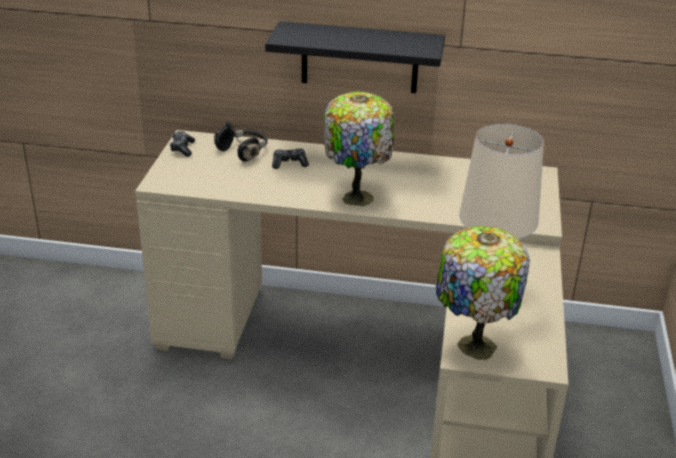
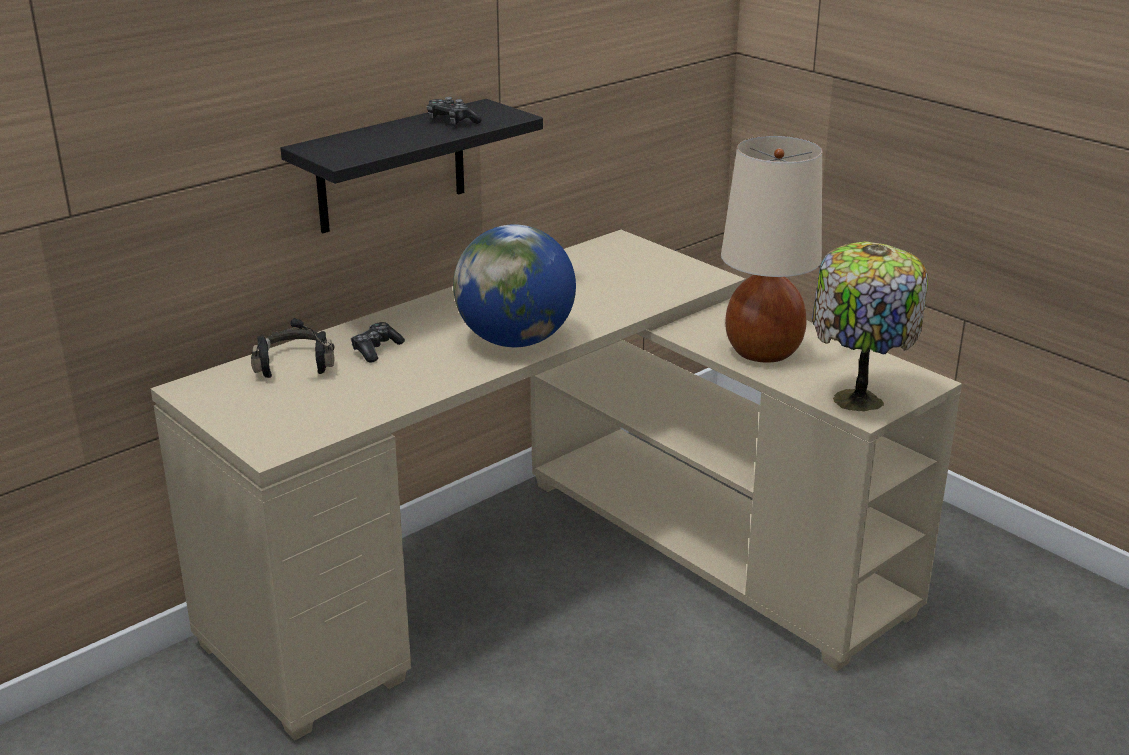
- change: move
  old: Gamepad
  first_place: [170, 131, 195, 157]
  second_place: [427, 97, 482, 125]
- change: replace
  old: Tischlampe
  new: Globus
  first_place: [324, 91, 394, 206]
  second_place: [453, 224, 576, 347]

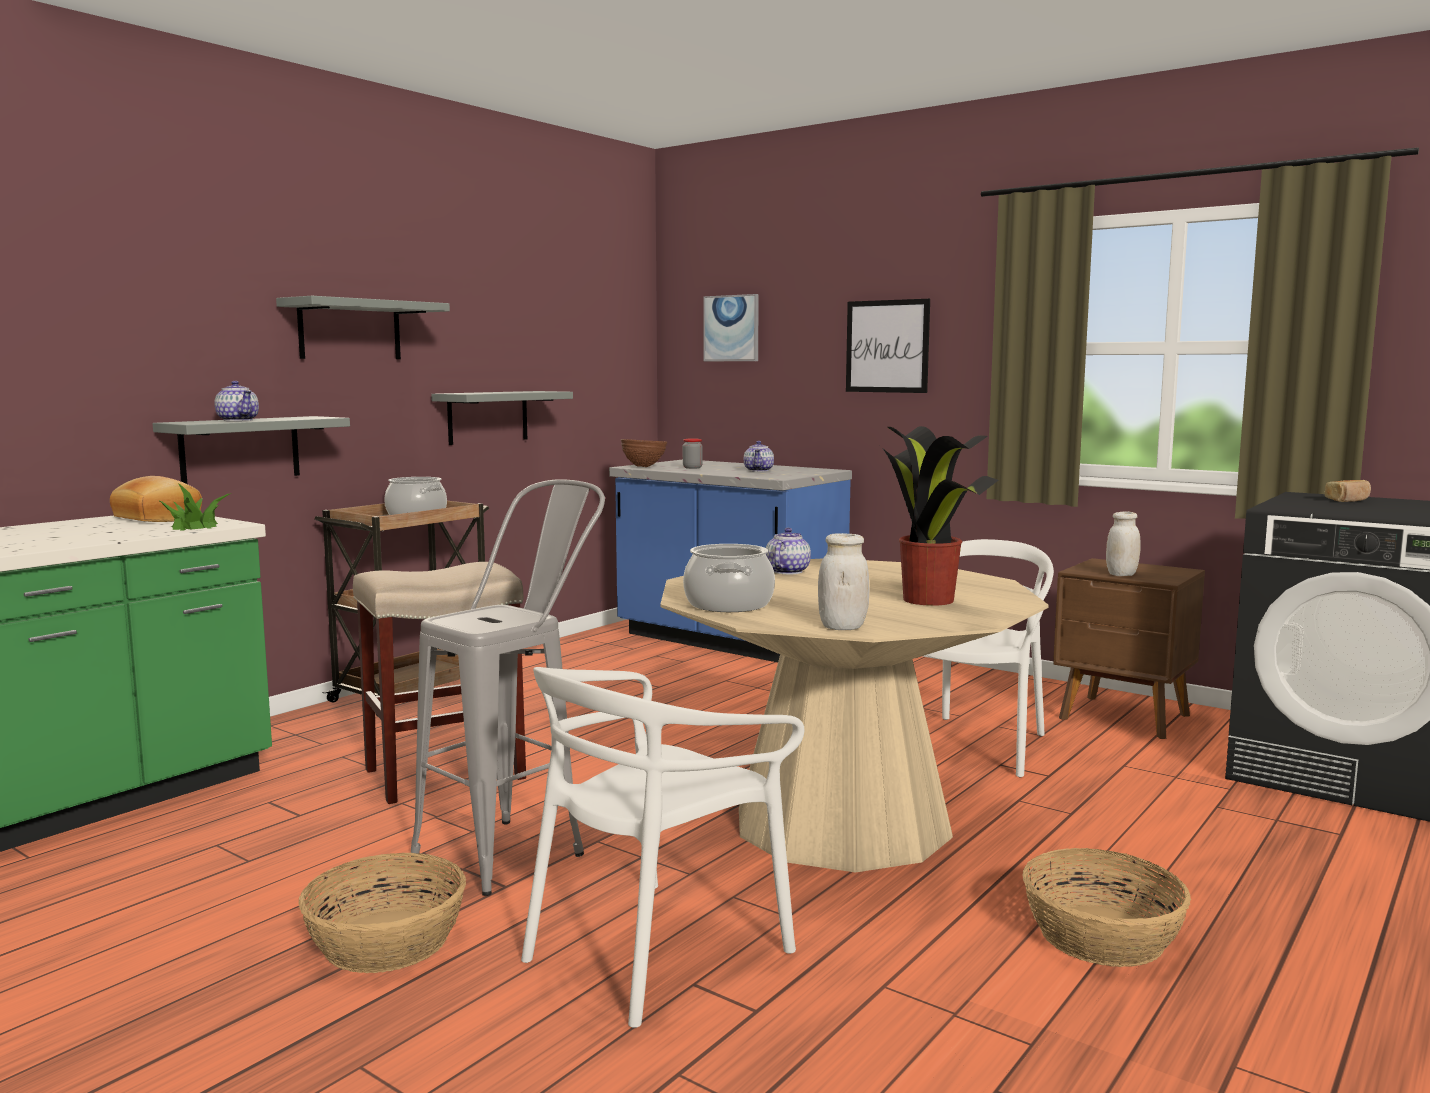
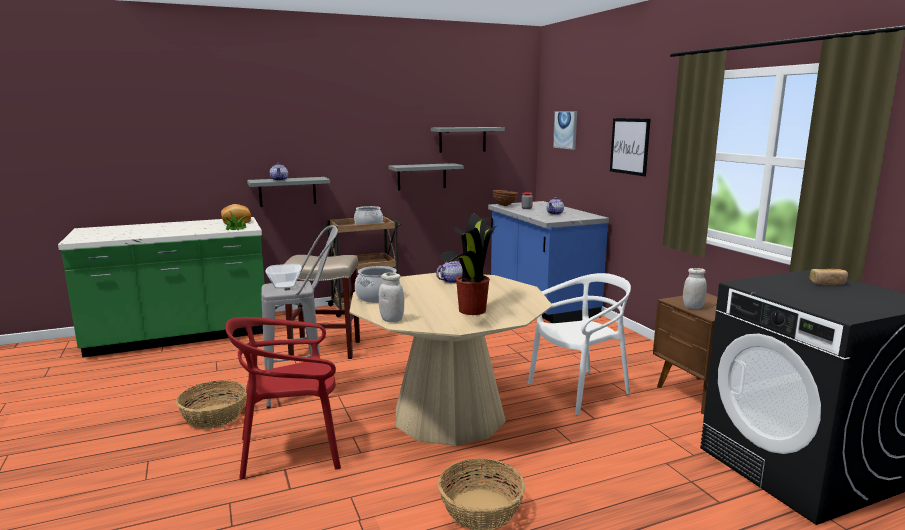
- change: move
  old: Wandregal (grau)
  first_place: [276, 296, 450, 359]
  second_place: [431, 127, 505, 153]
- change: recolor
  old: Stuhl (weiß)
  new: Stuhl (rot)
  first_place: [521, 667, 804, 1028]
  second_place: [226, 317, 341, 479]
- change: insert
  new: Schüssel
  second_place: [266, 264, 302, 289]

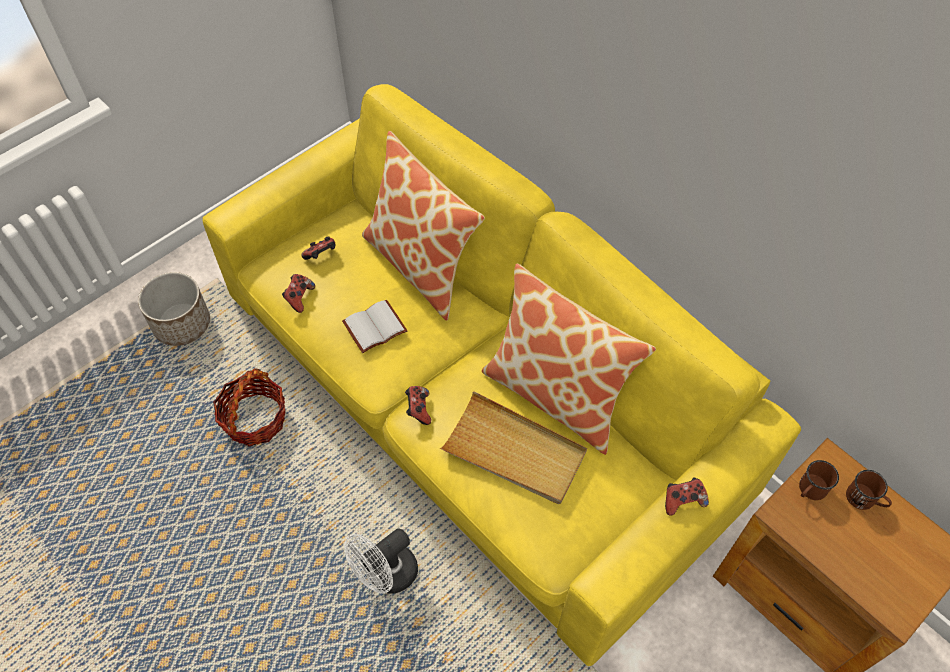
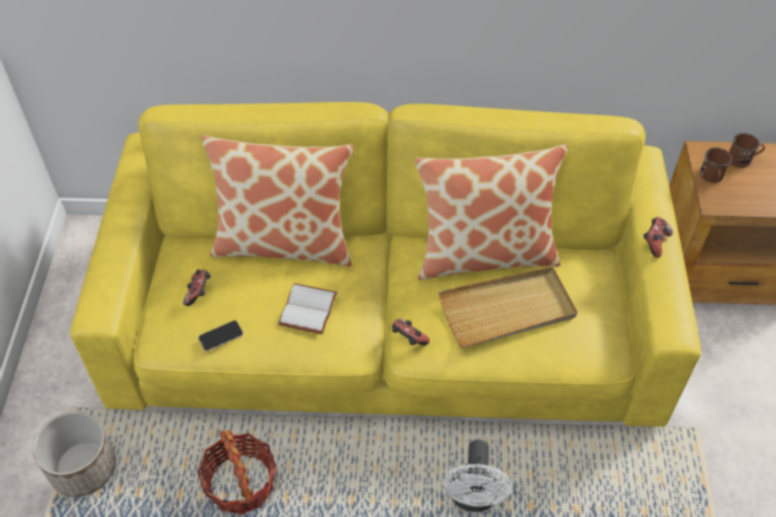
- change: replace
  old: Gamepad
  new: Handy
  first_place: [282, 274, 315, 313]
  second_place: [198, 320, 243, 351]

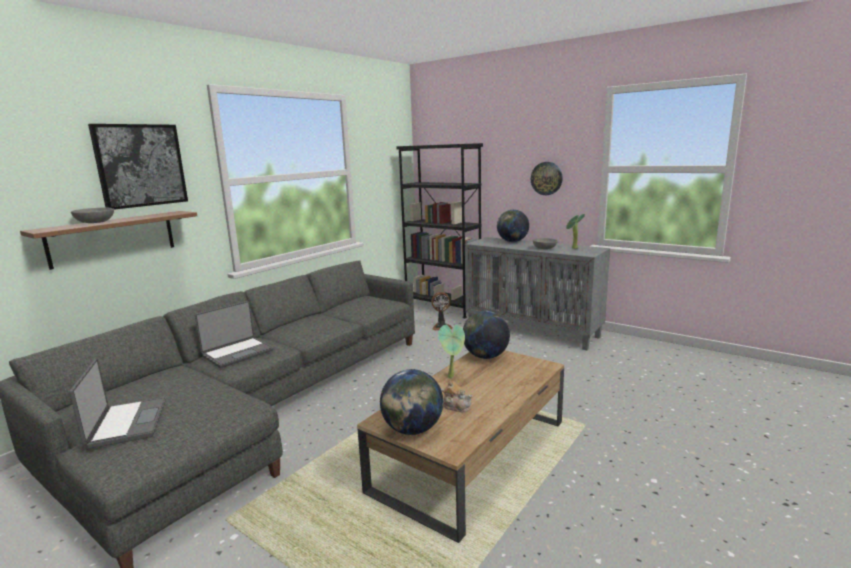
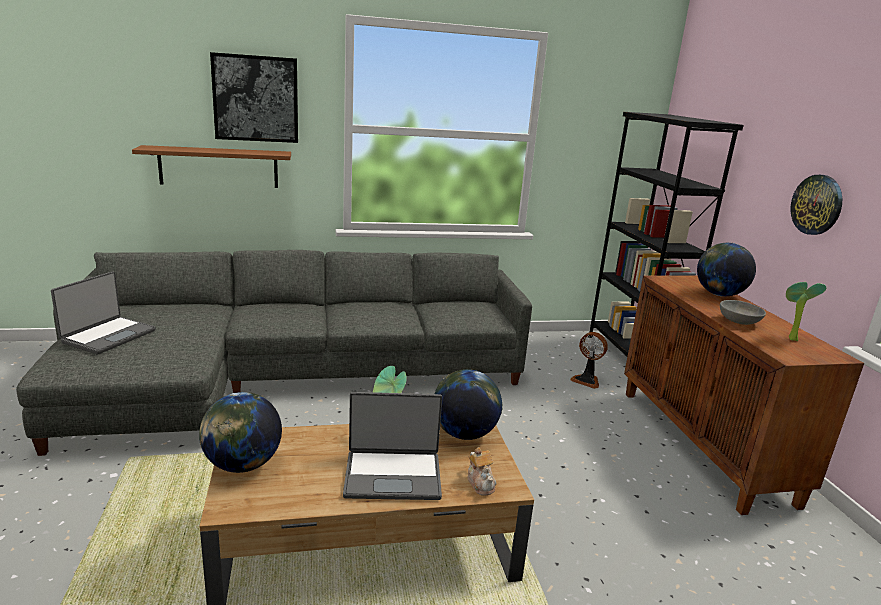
- change: delete
  old: Schüssel (grau)
  first_place: [71, 207, 114, 223]
- change: move
  old: Laptop
  first_place: [195, 301, 273, 368]
  second_place: [343, 392, 442, 500]
- change: move
  old: Teekanne
  first_place: [441, 380, 473, 412]
  second_place: [468, 447, 496, 496]
- change: recolor
  old: Schrank (grau)
  new: Schrank (braun)
  first_place: [465, 237, 610, 350]
  second_place: [624, 275, 864, 515]

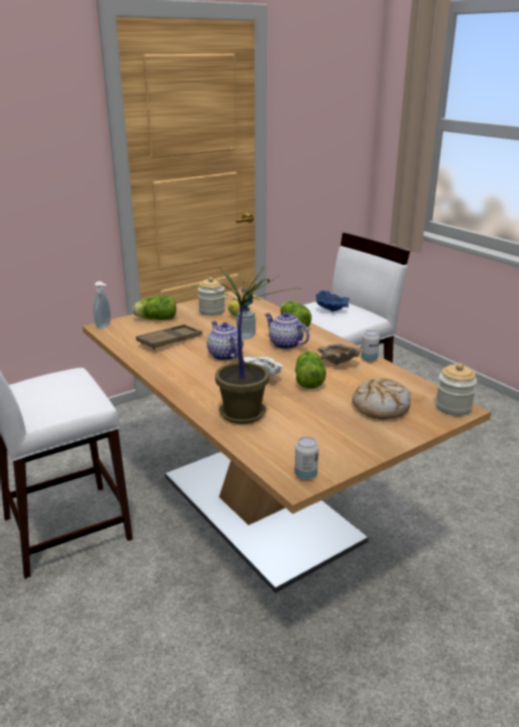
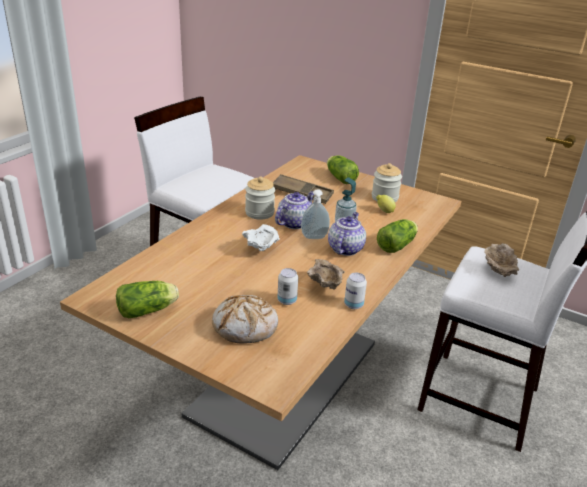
- change: move
  old: Seifenspender
  first_place: [93, 281, 111, 329]
  second_place: [301, 189, 330, 239]
- change: delete
  old: Topfpflanze
  first_place: [189, 265, 301, 424]
- change: move
  old: Salatkopf
  first_place: [295, 351, 326, 389]
  second_place: [116, 281, 179, 318]
- change: move
  old: Dose
  first_place: [295, 437, 319, 480]
  second_place: [277, 268, 298, 305]
- change: recolor
  old: Schüssel (blau)
  new: Schüssel (beige)
  first_place: [316, 290, 349, 312]
  second_place: [485, 243, 520, 277]
- change: move
  old: Vorratsglas
  first_place: [435, 363, 477, 416]
  second_place: [245, 176, 275, 220]

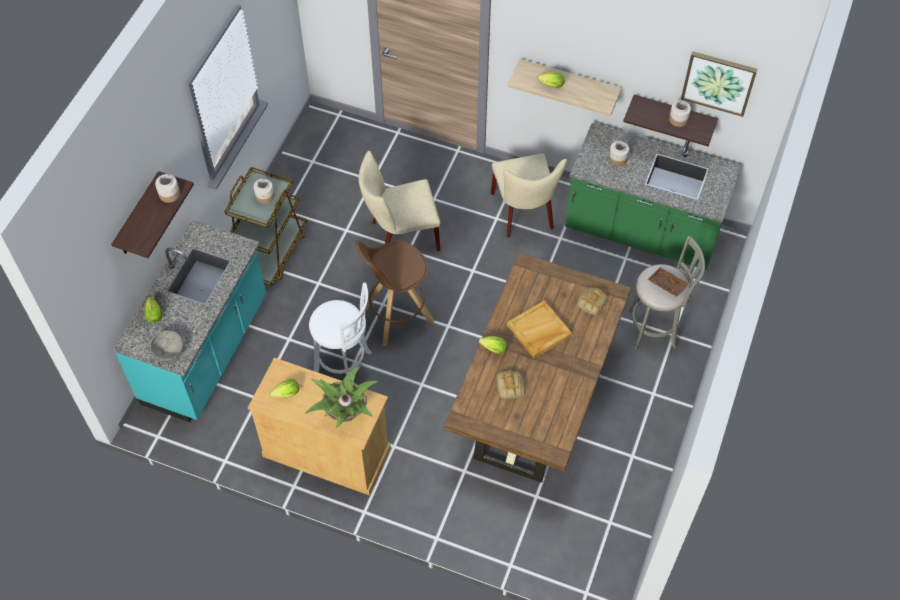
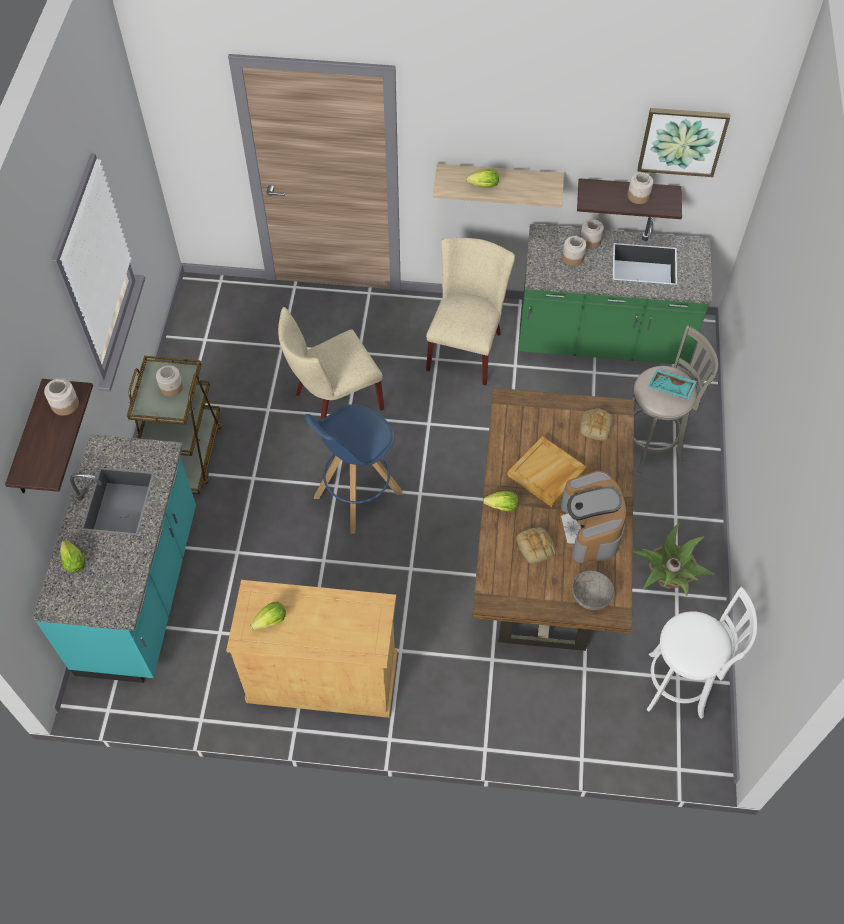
- change: move
  old: Schüssel (grau)
  first_place: [151, 331, 184, 361]
  second_place: [572, 570, 614, 610]
- change: move
  old: Topfpflanze
  first_place: [305, 364, 378, 428]
  second_place: [633, 523, 715, 596]
- change: move
  old: Hocker (weiß)
  first_place: [309, 282, 371, 375]
  second_place: [646, 586, 757, 719]
- change: recolor
  old: Hocker (braun)
  new: Hocker (blau)
  first_place: [355, 240, 435, 346]
  second_place: [305, 404, 403, 534]
- change: rotate
  old: Stuhl (beige)
  first_place: [491, 154, 567, 238]
  second_place: [426, 238, 515, 385]
  degrees: -135
- change: recolor
  old: Tablett (braun)
  new: Tablett (türkis)
  first_place: [647, 267, 689, 297]
  second_place: [648, 370, 697, 399]
- change: insert
  new: Kaffeemaschine
  second_place: [559, 471, 627, 563]
- change: insert
  new: Vorratsglas
  second_place: [580, 219, 604, 249]

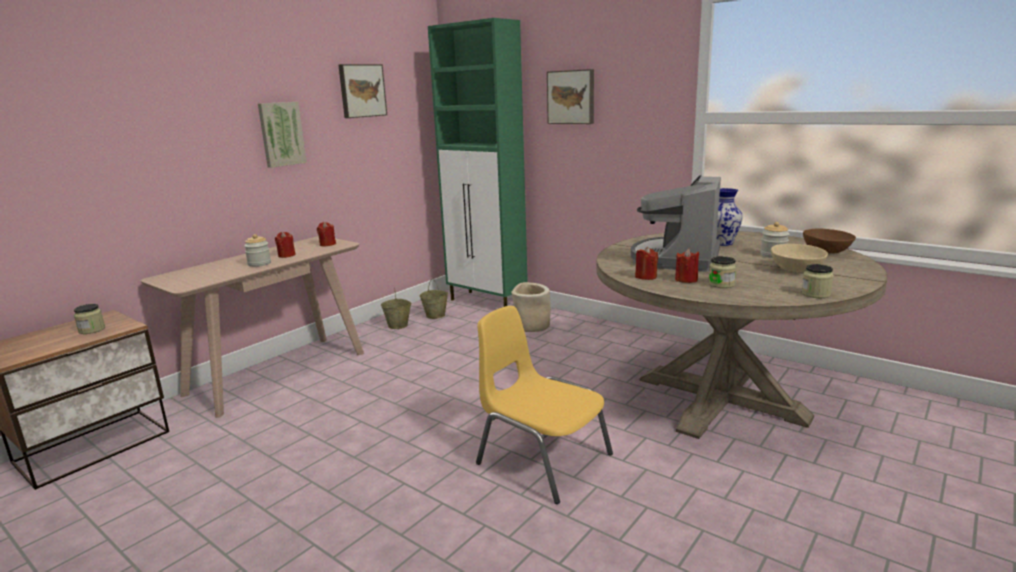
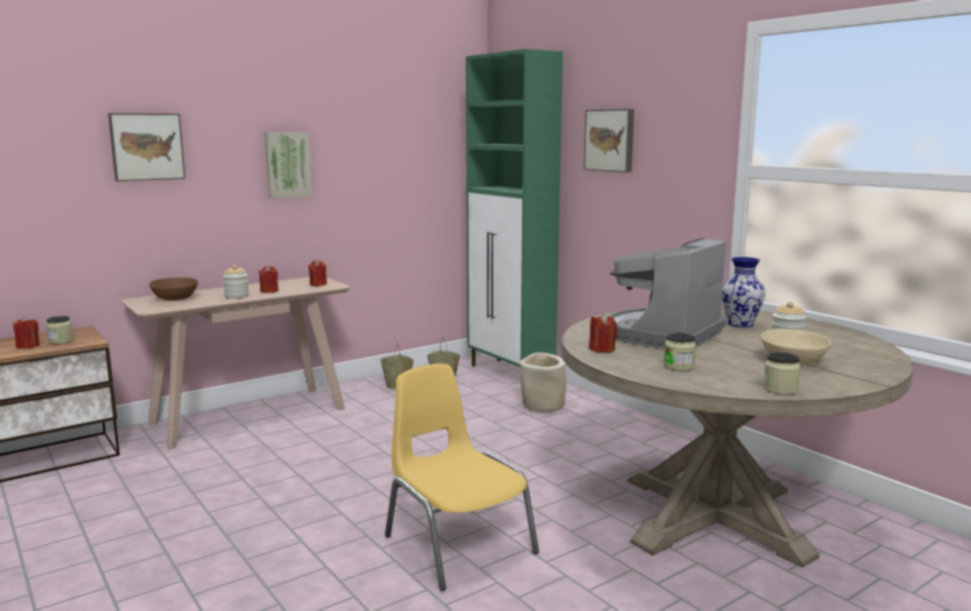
- change: move
  old: Bild
  first_place: [338, 64, 387, 118]
  second_place: [108, 113, 186, 181]
- change: move
  old: Kerze (rot)
  first_place: [675, 249, 699, 283]
  second_place: [13, 316, 40, 349]
- change: move
  old: Schüssel (braun)
  first_place: [803, 229, 856, 254]
  second_place: [149, 277, 198, 301]

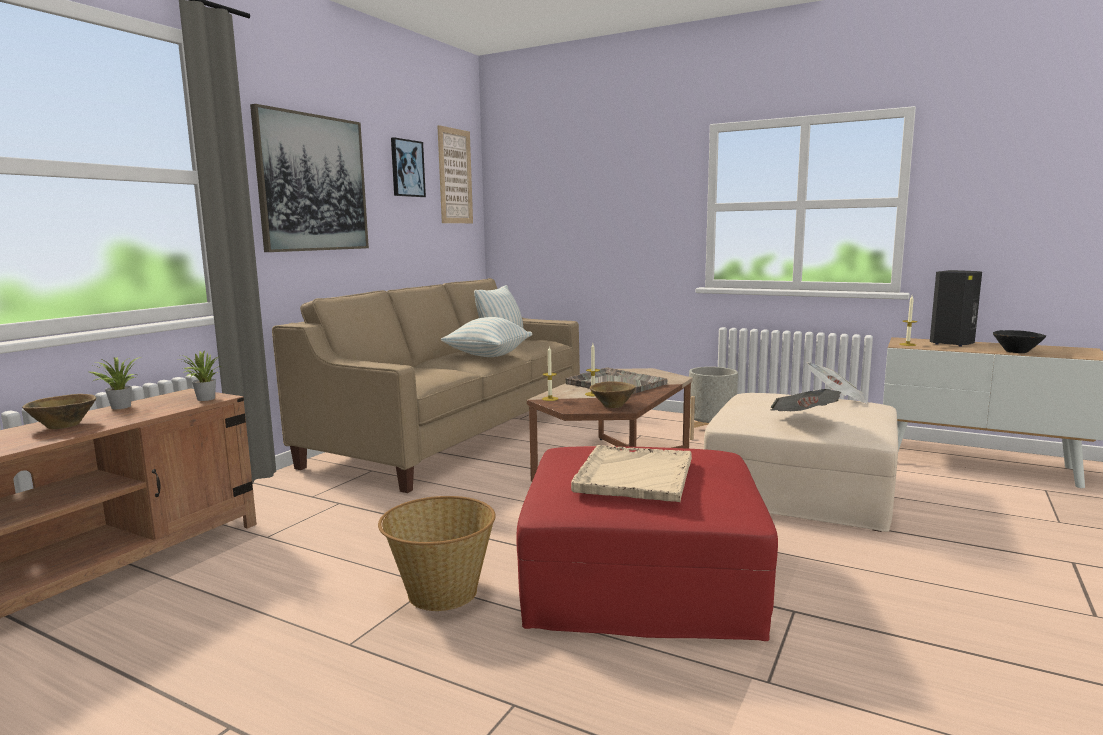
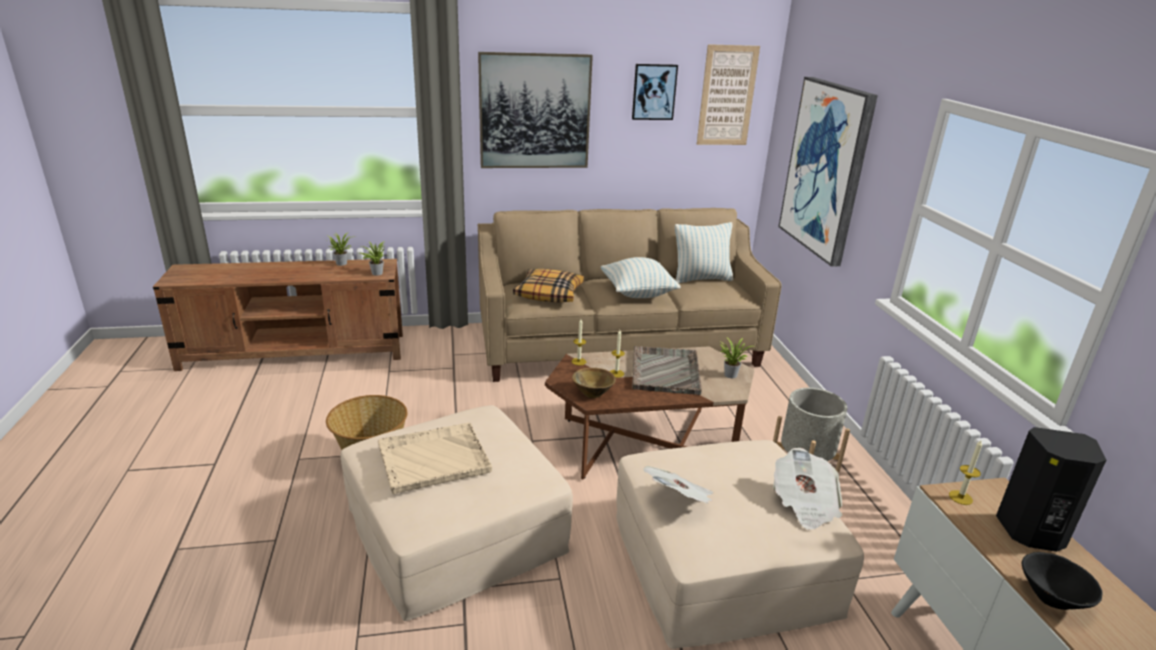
- change: delete
  old: Schüssel (braun)
  first_place: [22, 394, 96, 429]
- change: recolor
  old: Polsterhocker (rot)
  new: Polsterhocker (beige)
  first_place: [516, 446, 778, 641]
  second_place: [341, 405, 573, 621]
- change: insert
  new: Kissen
  second_place: [513, 269, 584, 303]
- change: insert
  new: Topfpflanze
  second_place: [720, 338, 754, 378]
- change: insert
  new: Bild
  second_place: [779, 77, 878, 267]

